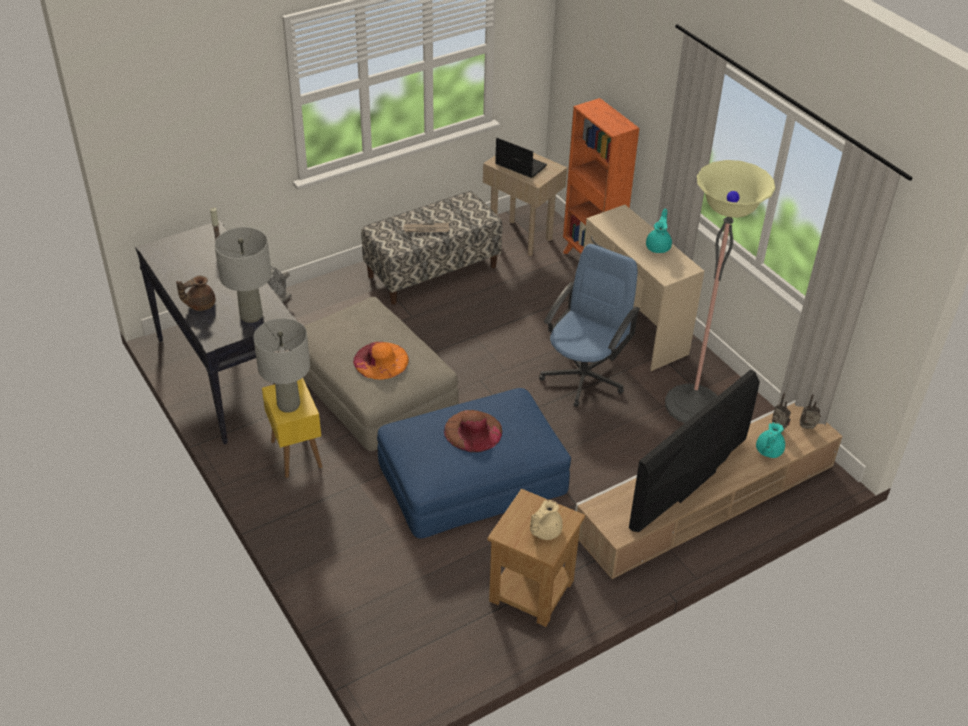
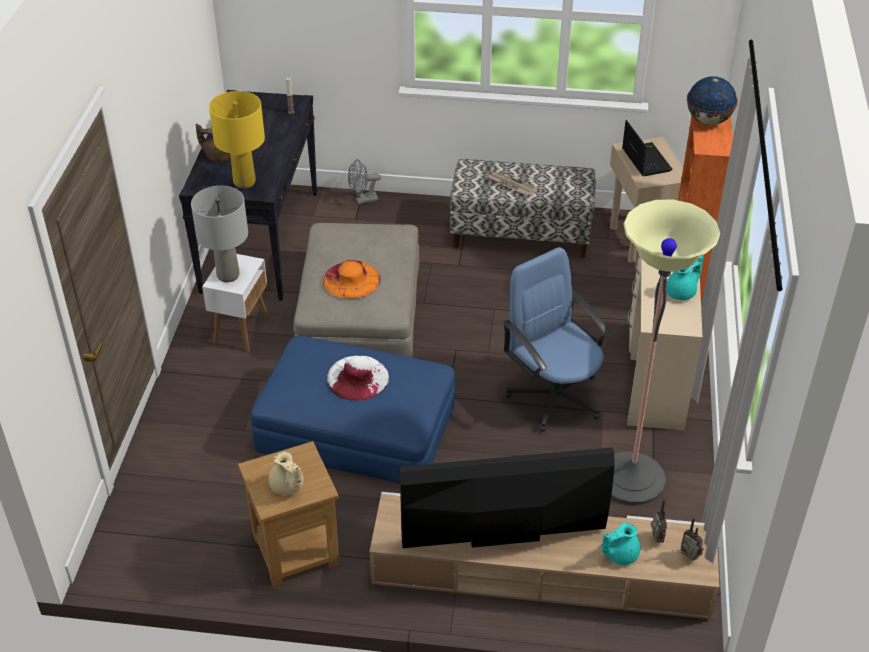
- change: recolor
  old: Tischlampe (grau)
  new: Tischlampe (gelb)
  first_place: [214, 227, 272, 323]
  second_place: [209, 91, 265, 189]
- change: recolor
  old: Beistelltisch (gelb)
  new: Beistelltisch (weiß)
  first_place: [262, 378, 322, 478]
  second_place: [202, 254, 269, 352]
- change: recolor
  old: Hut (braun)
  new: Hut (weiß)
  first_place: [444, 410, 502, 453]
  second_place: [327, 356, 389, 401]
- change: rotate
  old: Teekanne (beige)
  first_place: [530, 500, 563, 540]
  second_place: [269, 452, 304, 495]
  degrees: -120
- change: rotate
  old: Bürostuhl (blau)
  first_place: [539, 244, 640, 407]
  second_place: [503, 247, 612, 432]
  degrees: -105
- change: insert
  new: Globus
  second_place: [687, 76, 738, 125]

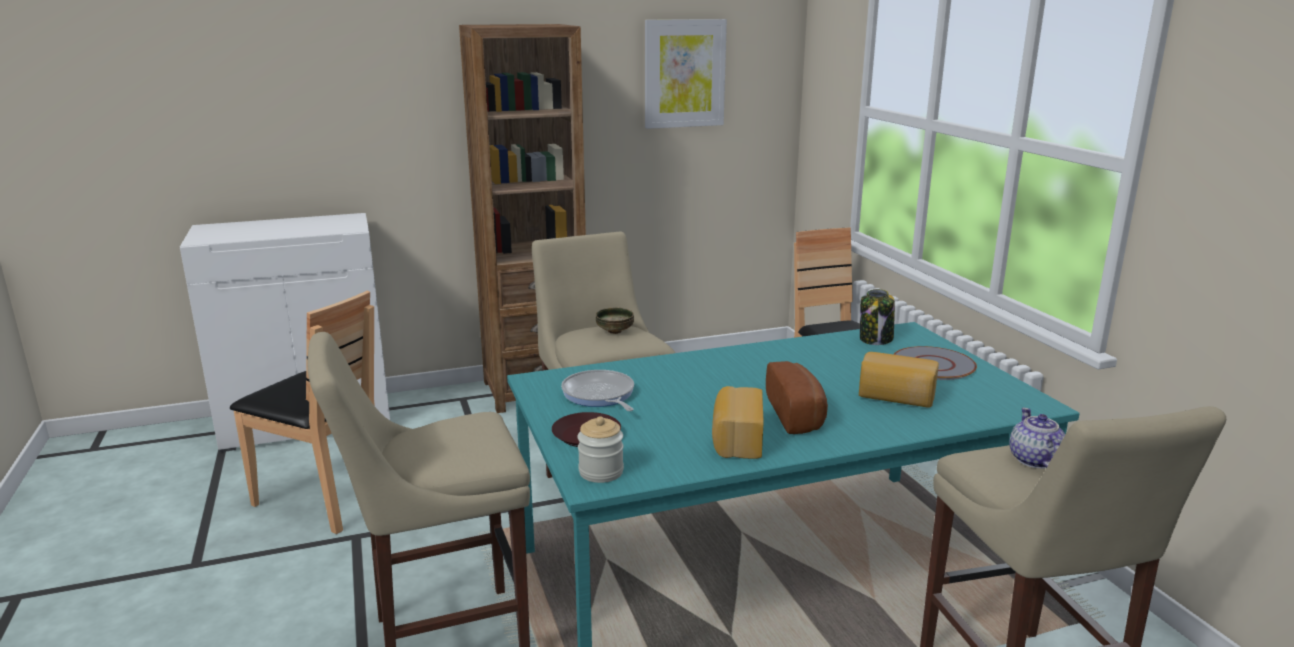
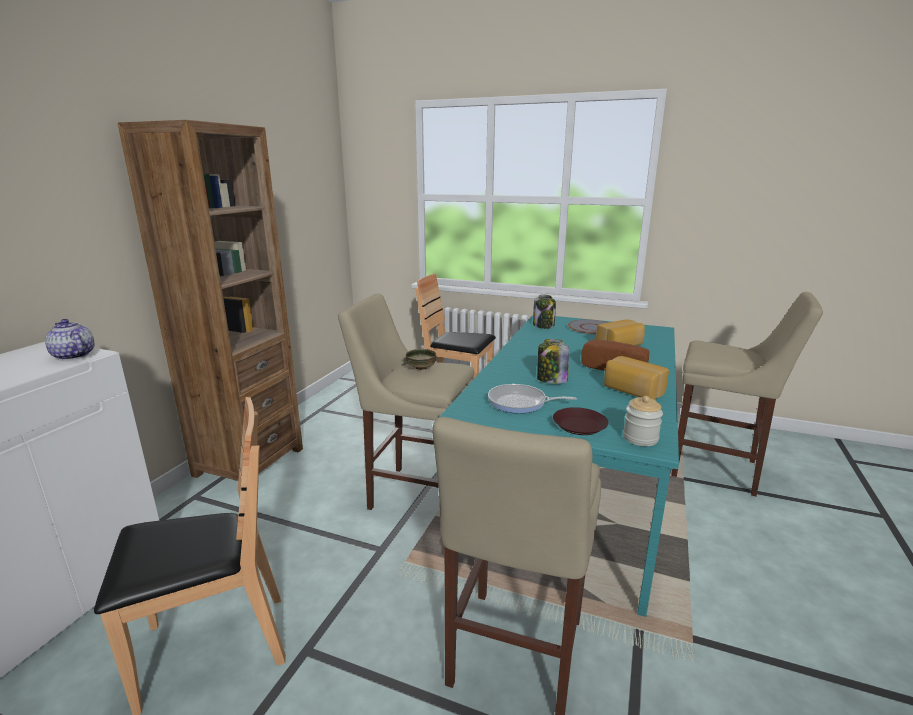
- change: delete
  old: Bild
  first_place: [645, 19, 727, 129]
- change: move
  old: Teekanne
  first_place: [1009, 408, 1065, 469]
  second_place: [45, 319, 95, 360]
- change: insert
  new: Vorratsglas
  second_place: [537, 339, 569, 384]

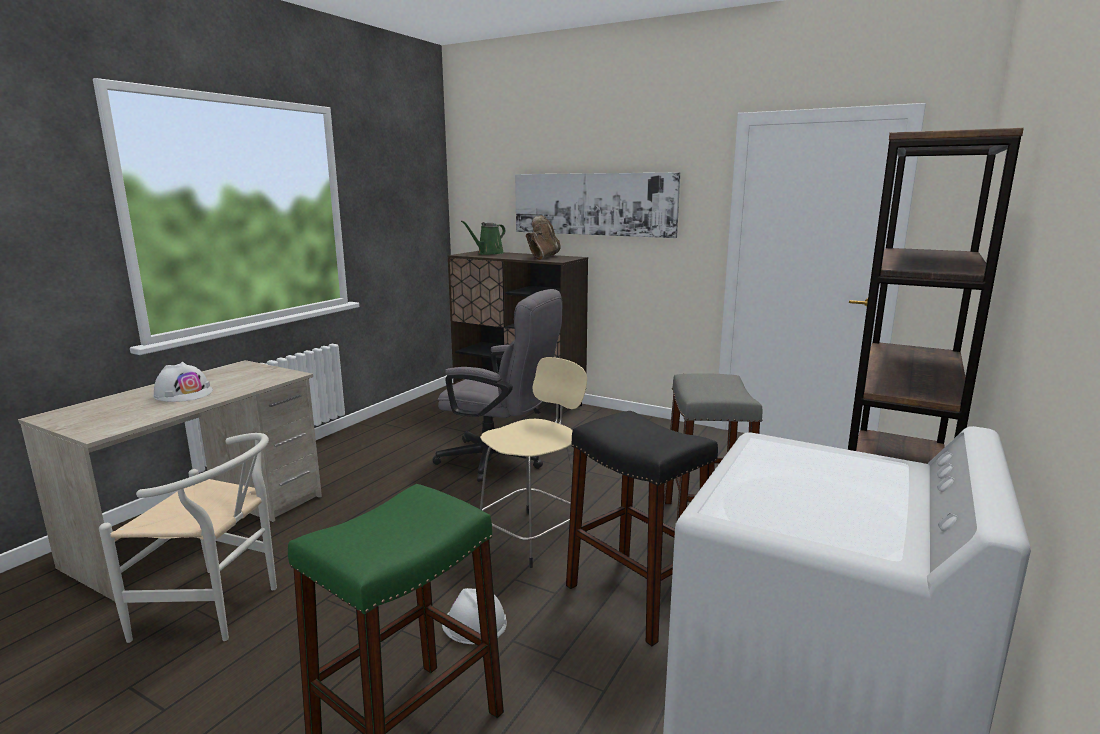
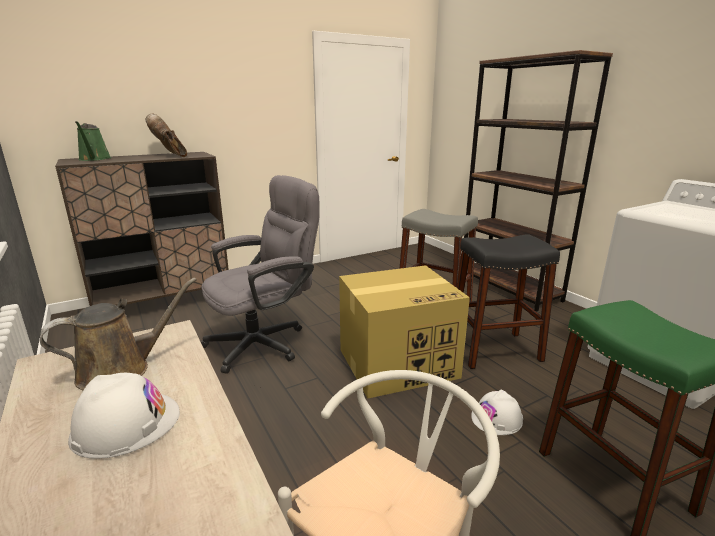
- change: replace
  old: Hocker (beige)
  new: Karton
  first_place: [480, 357, 587, 568]
  second_place: [339, 265, 470, 399]
- change: delete
  old: Bild
  first_place: [515, 173, 680, 238]
- change: insert
  new: Gießkanne (braun)
  second_place: [40, 278, 197, 390]

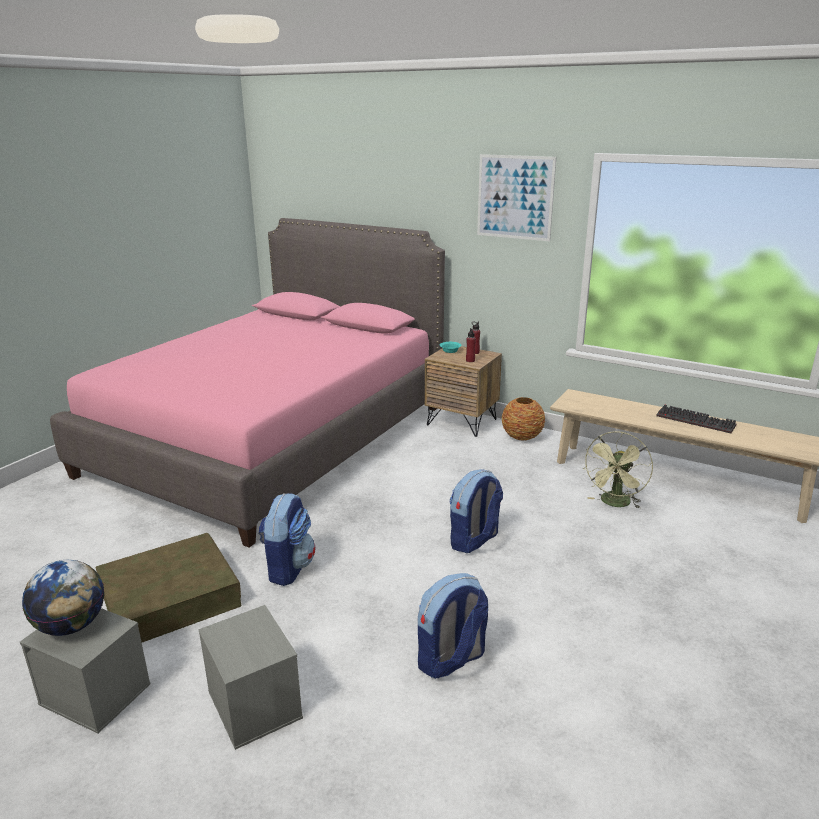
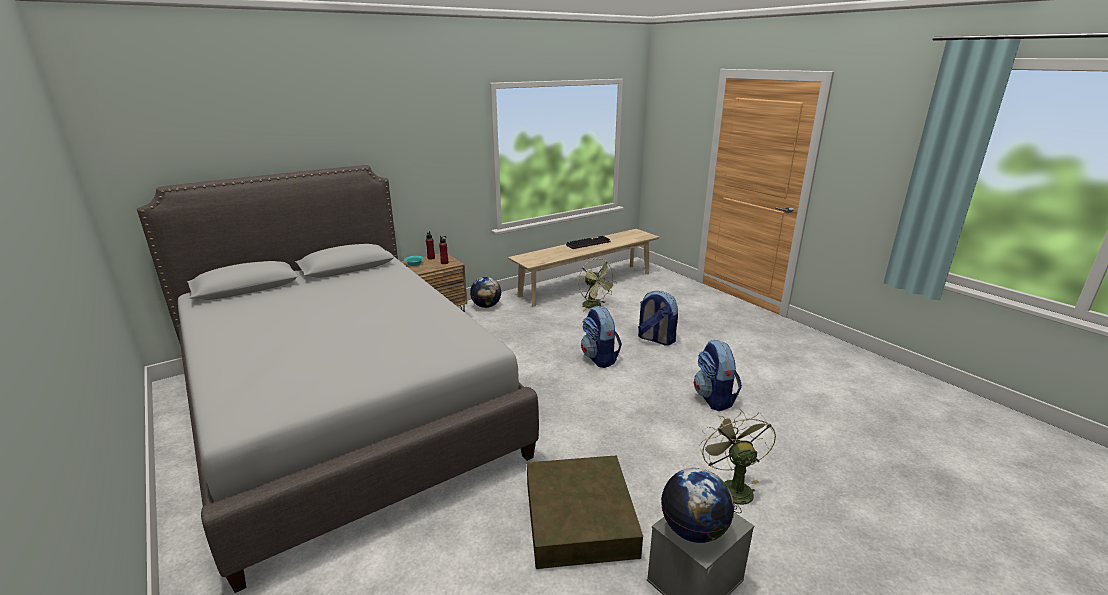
- change: recolor
  old: Bett (rosa)
  new: Bett (grau)
  first_place: [50, 218, 445, 548]
  second_place: [137, 165, 539, 593]
- change: replace
  old: Aufbewahrungsbox (grau)
  new: Ventilator (grün)
  first_place: [198, 605, 303, 750]
  second_place: [699, 409, 776, 513]
- change: move
  old: Rucksack
  first_place: [258, 493, 316, 586]
  second_place: [638, 291, 678, 346]
- change: delete
  old: Bild
  first_place: [477, 154, 556, 241]
- change: replace
  old: Vase
  new: Globus
  first_place: [502, 397, 545, 441]
  second_place: [470, 277, 501, 308]

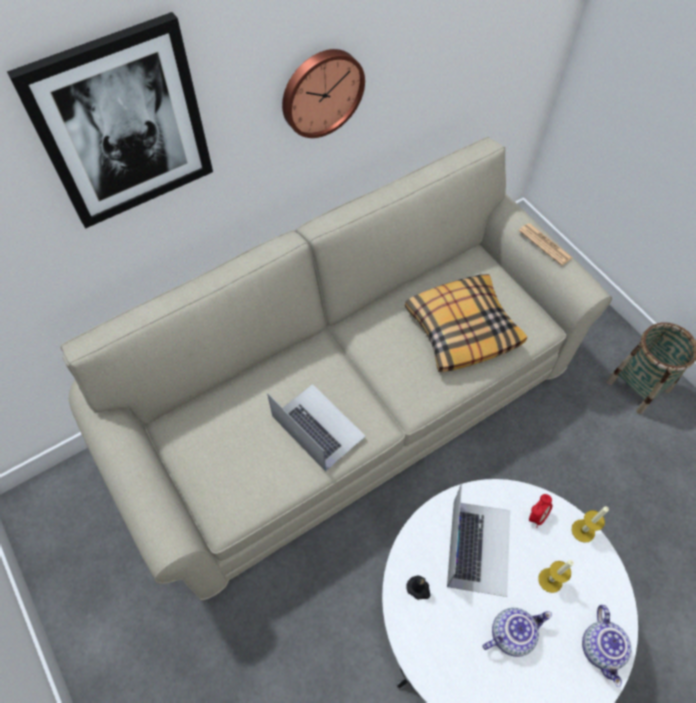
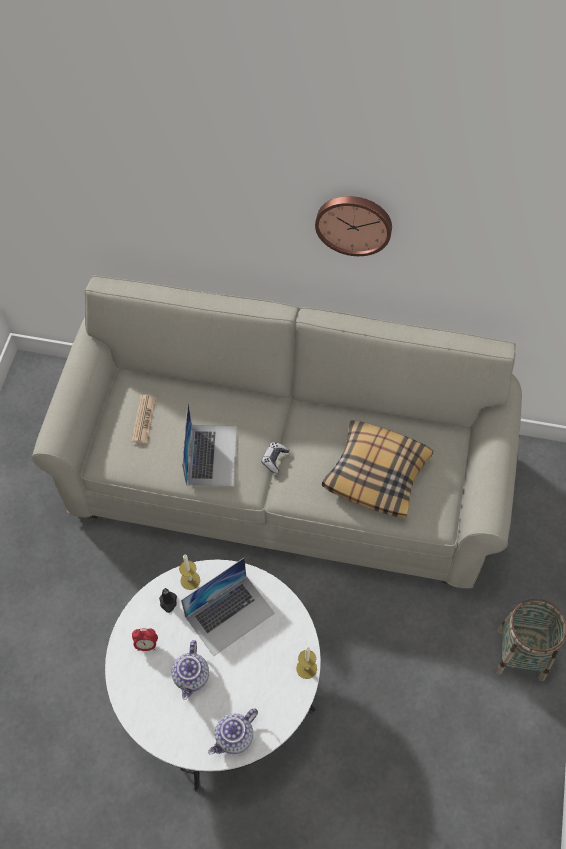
- change: delete
  old: Bild
  first_place: [7, 12, 213, 228]
- change: rotate
  old: Teekanne
  first_place: [482, 608, 552, 657]
  second_place: [172, 640, 209, 700]
  degrees: 75
- change: move
  old: Zeitung
  first_place: [519, 223, 573, 266]
  second_place: [131, 395, 156, 444]
- change: move
  old: Wecker
  first_place: [529, 494, 553, 528]
  second_place: [132, 628, 158, 651]
- change: move
  old: Kerze
  first_place: [538, 560, 574, 593]
  second_place: [179, 554, 200, 590]
- change: insert
  new: Gamepad
  second_place: [262, 442, 289, 474]

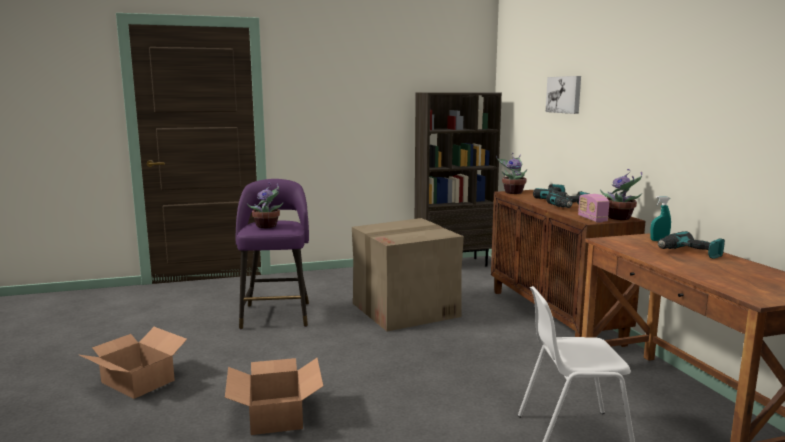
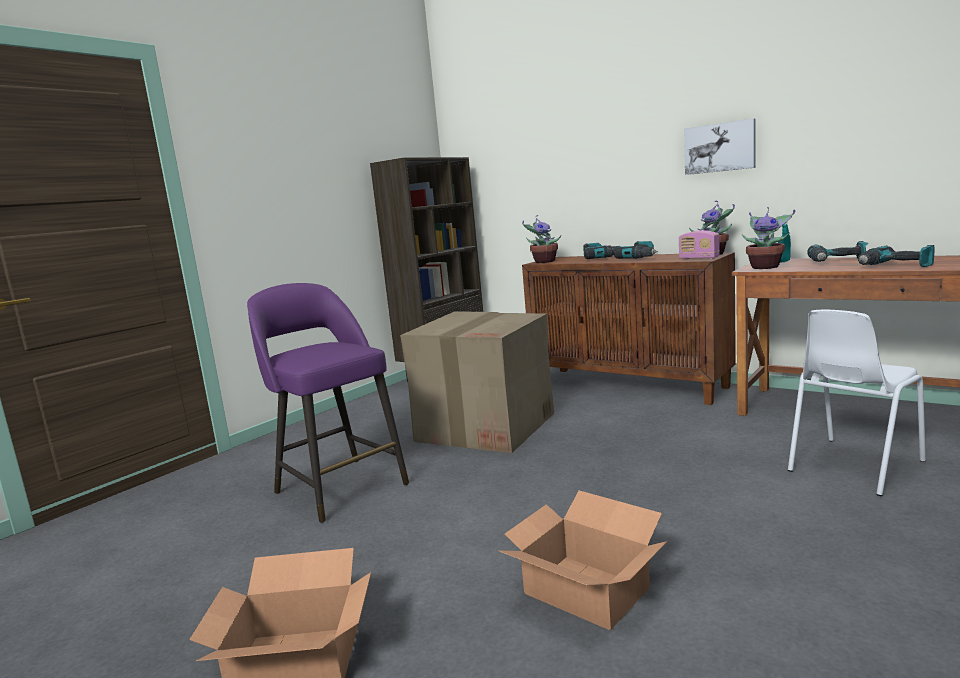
- change: move
  old: Topfpflanze
  first_place: [247, 183, 284, 228]
  second_place: [742, 207, 795, 269]
- change: move
  old: Bild
  first_place: [546, 76, 581, 114]
  second_place: [684, 118, 755, 175]
- change: insert
  new: Bohrmaschine
  second_place: [858, 245, 935, 267]

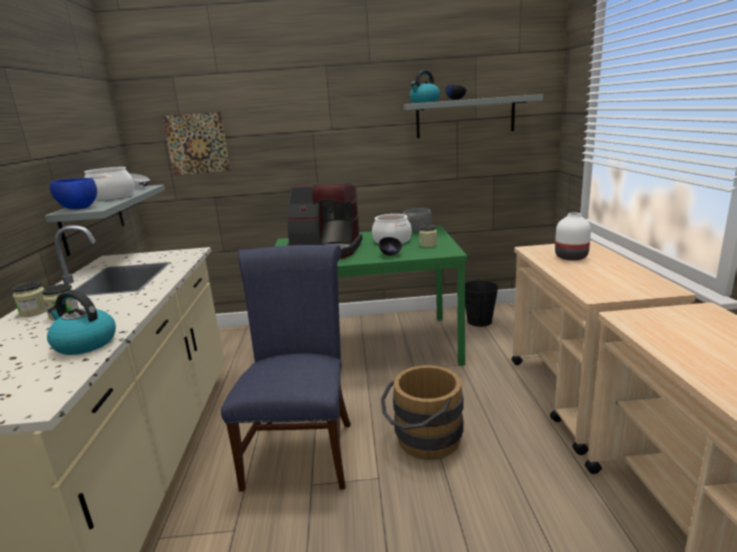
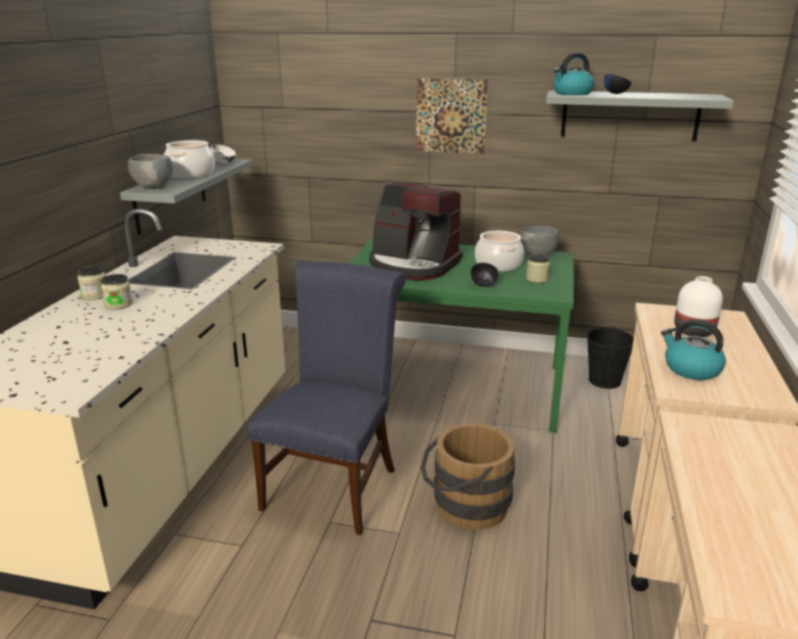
- change: move
  old: Wasserkessel
  first_place: [47, 290, 116, 355]
  second_place: [661, 319, 726, 380]
- change: recolor
  old: Schüssel (blau)
  new: Schüssel (grau)
  first_place: [50, 178, 97, 209]
  second_place: [128, 154, 173, 189]
- change: move
  old: Bild
  first_place: [162, 112, 230, 175]
  second_place: [416, 78, 488, 154]

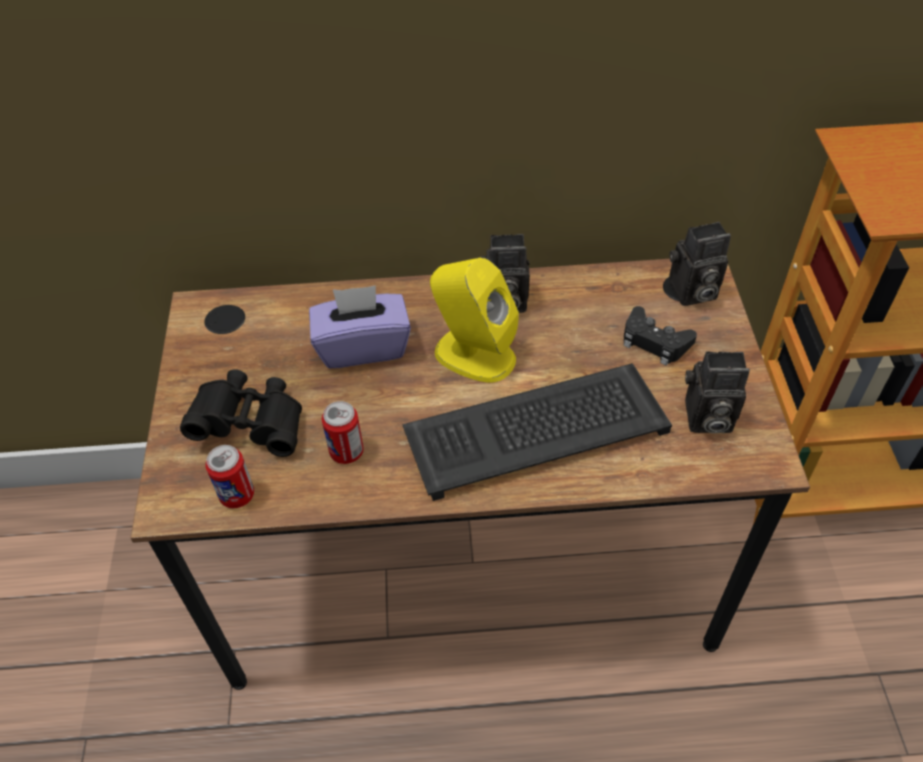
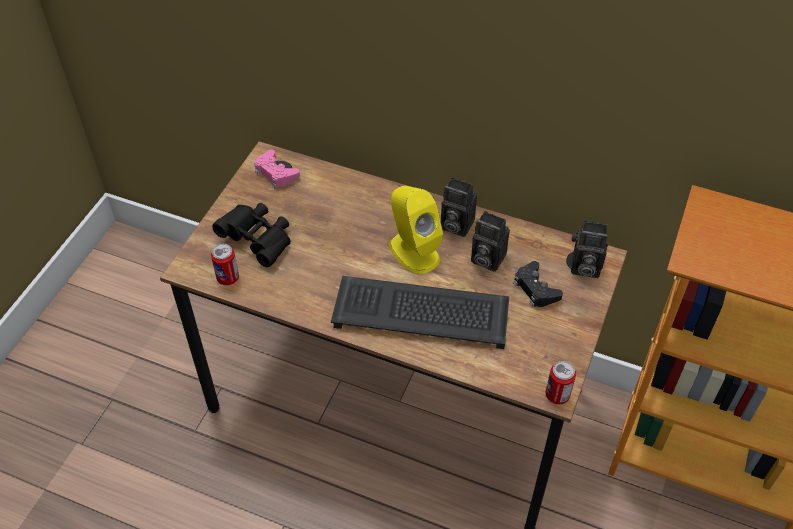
- change: delete
  old: Taschentuchbox (lila)
  first_place: [309, 285, 411, 368]
- change: move
  old: Dose
  first_place: [322, 401, 364, 464]
  second_place: [545, 361, 576, 404]
- change: move
  old: Kamera
  first_place: [685, 351, 750, 434]
  second_place: [471, 211, 510, 272]
- change: insert
  new: Gamepad (rosa)
  second_place: [255, 149, 300, 189]

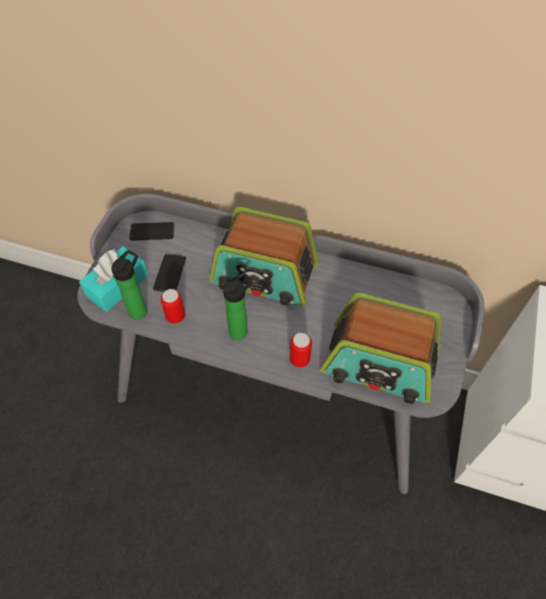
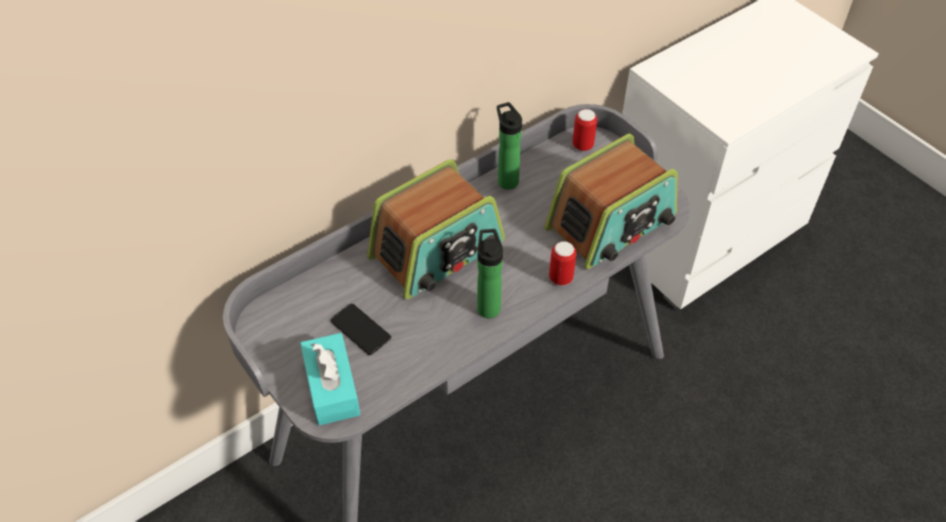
- change: move
  old: Flasche
  first_place: [111, 250, 147, 320]
  second_place: [497, 102, 522, 190]
- change: delete
  old: Handy
  first_place: [129, 222, 174, 241]
- change: move
  old: Dose
  first_place: [161, 289, 185, 324]
  second_place: [572, 109, 597, 151]

